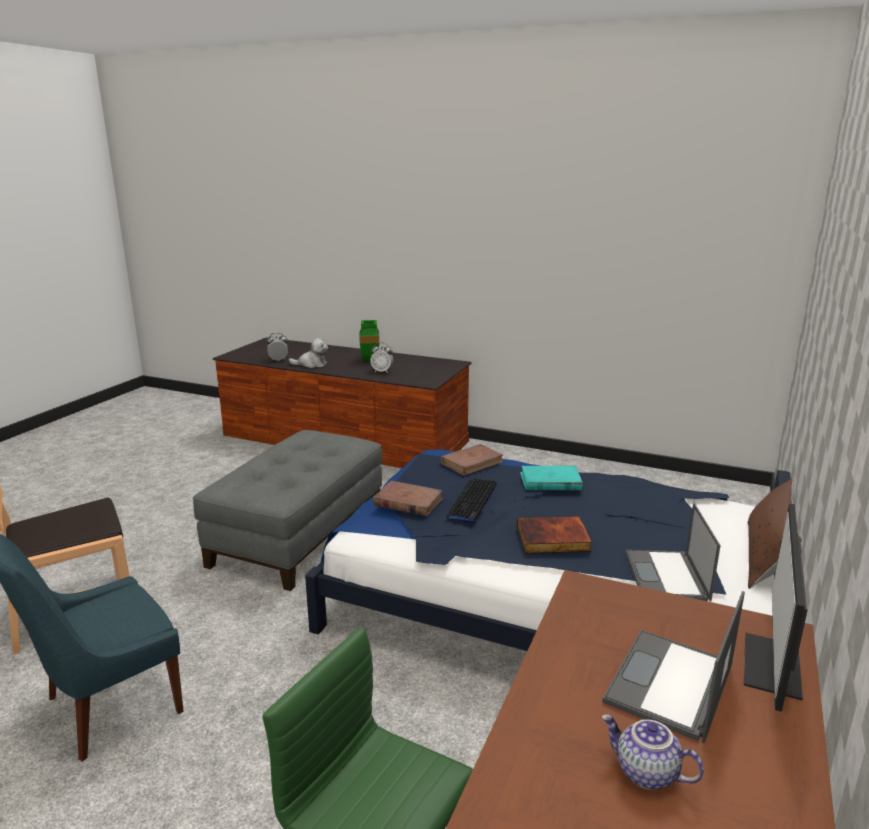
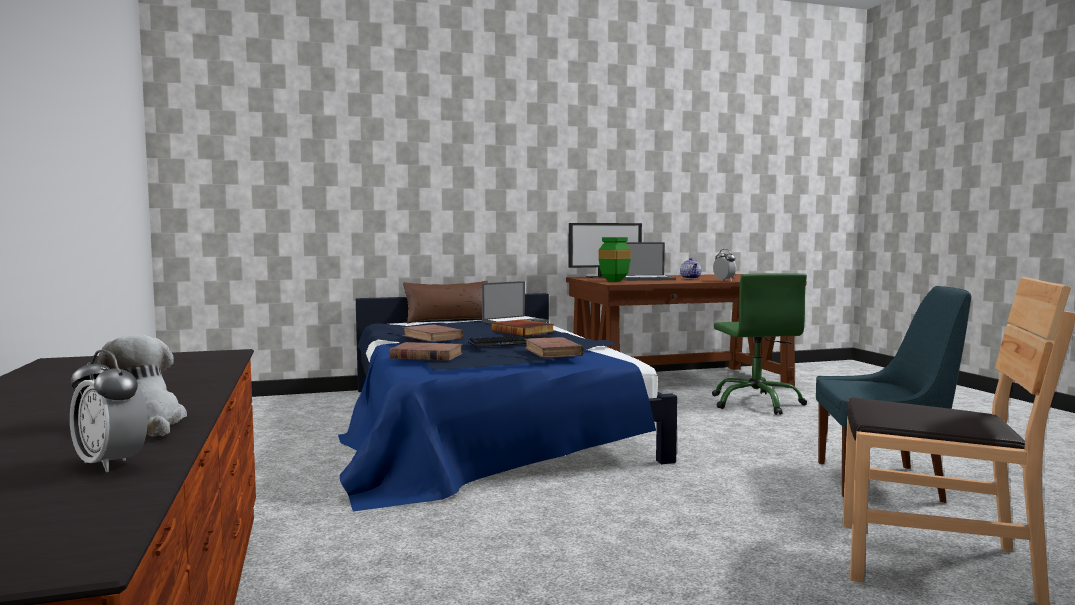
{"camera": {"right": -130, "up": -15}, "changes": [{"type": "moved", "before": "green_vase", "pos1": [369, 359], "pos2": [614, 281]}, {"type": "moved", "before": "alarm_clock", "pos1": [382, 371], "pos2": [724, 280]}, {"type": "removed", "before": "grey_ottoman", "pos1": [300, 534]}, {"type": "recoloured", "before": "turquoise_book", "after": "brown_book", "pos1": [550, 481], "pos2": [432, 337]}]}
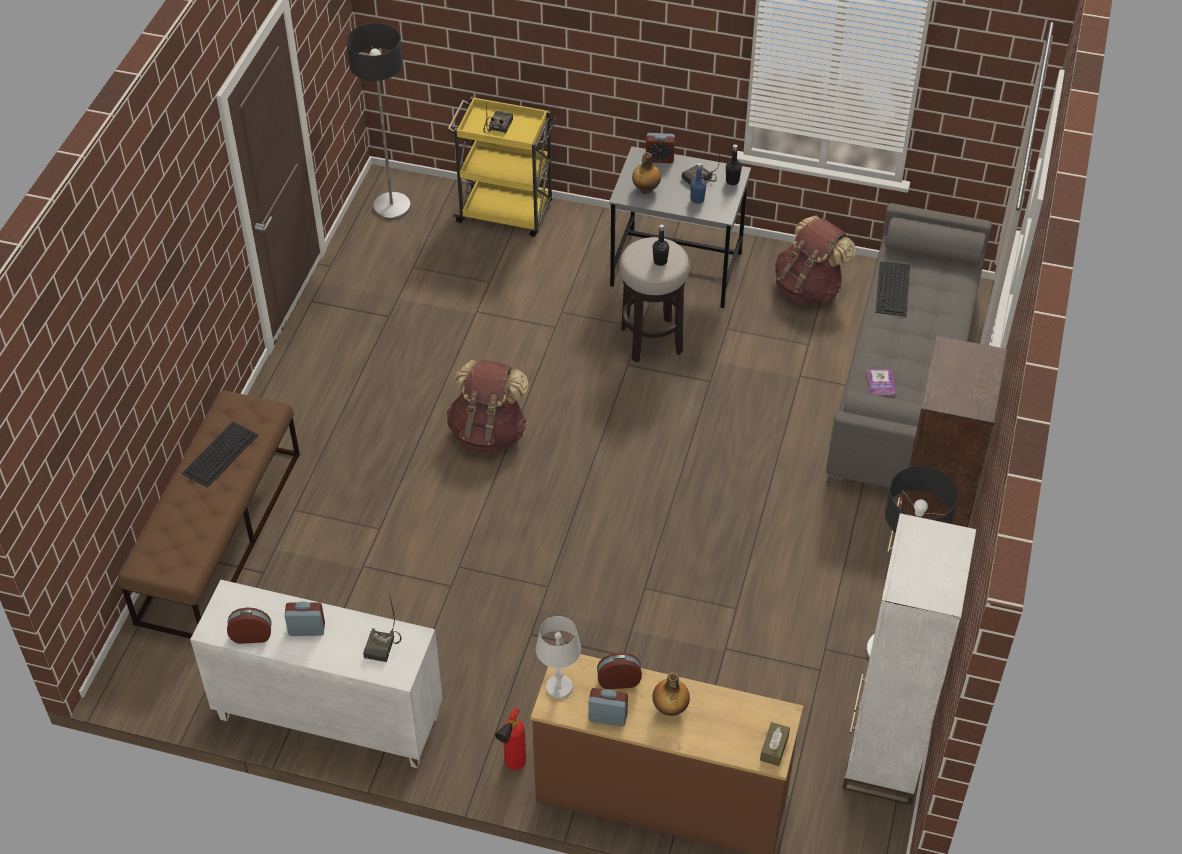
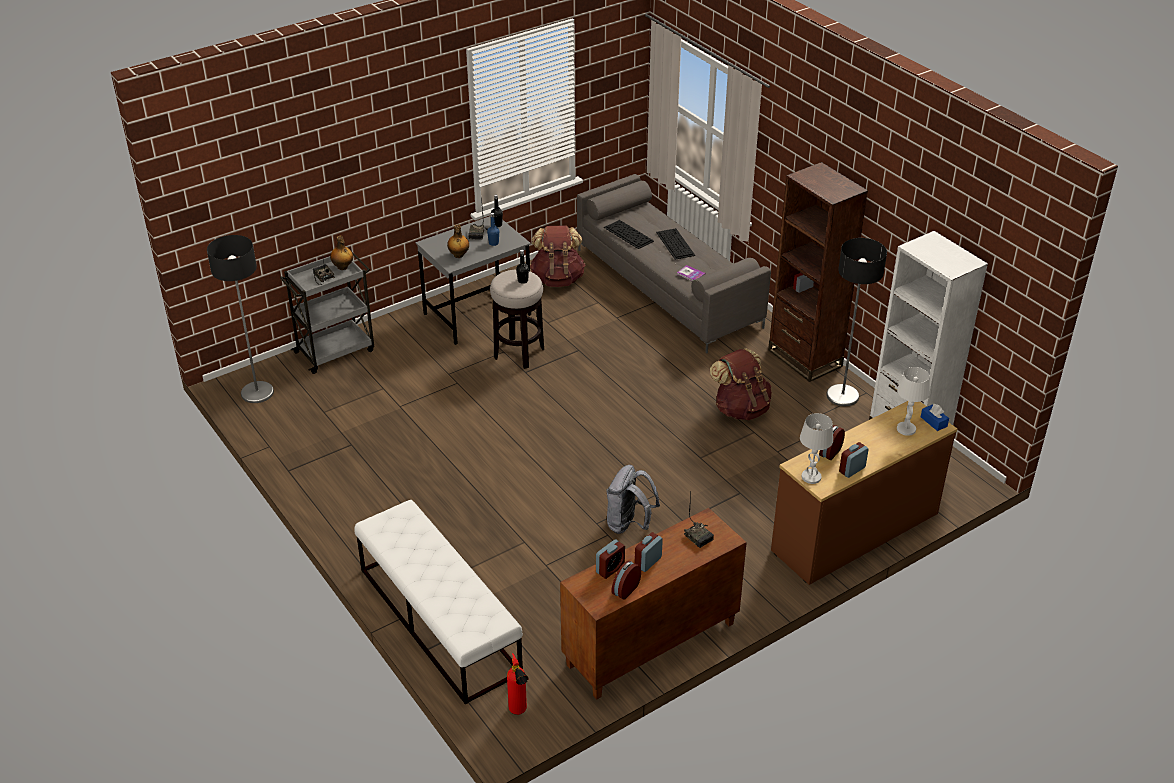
{"camera": {"right": -50, "up": -10}, "changes": [{"type": "recoloured", "before": "yellow_cart", "after": "grey_cart", "pos1": [506, 213], "pos2": [336, 351]}, {"type": "moved", "before": "alarm_clock", "pos1": [659, 158], "pos2": [610, 569]}, {"type": "moved", "before": "brown_backpack", "pos1": [489, 433], "pos2": [740, 408]}, {"type": "recoloured", "before": "brown_bench", "after": "white_bench", "pos1": [220, 536], "pos2": [438, 620]}, {"type": "moved", "before": "keyboard", "pos1": [220, 453], "pos2": [675, 243]}, {"type": "recoloured", "before": "white_cabinet", "after": "brown_cabinet", "pos1": [327, 718], "pos2": [650, 645]}, {"type": "moved", "before": "bottle", "pos1": [670, 708], "pos2": [343, 267]}, {"type": "moved", "before": "fire_extinguisher", "pos1": [513, 766], "pos2": [519, 712]}, {"type": "recoloured", "before": "brown_tissue_box", "after": "blue_tissue_box", "pos1": [774, 748], "pos2": [933, 422]}, {"type": "added", "after": "white_table_lamp", "pos2": [906, 429]}, {"type": "added", "after": "grey_backpack", "pos2": [629, 524]}]}
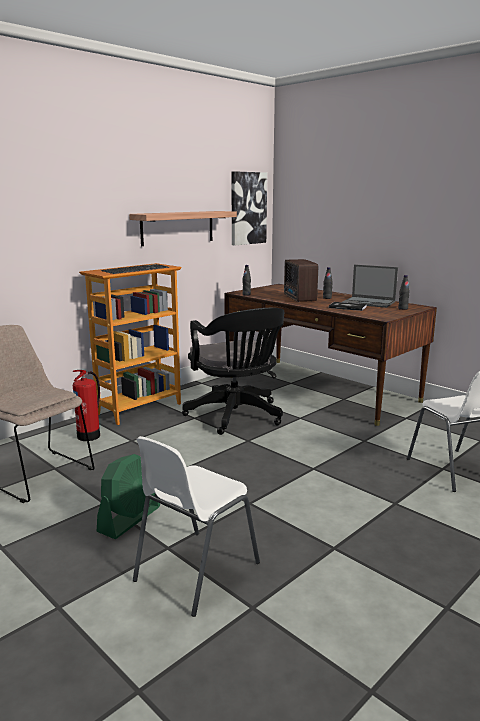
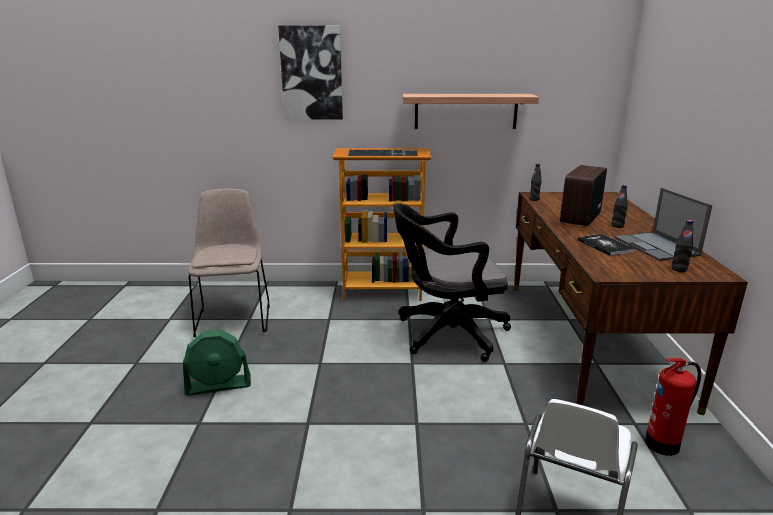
{"camera": {"right": 45, "up": 5}, "changes": [{"type": "moved", "before": "picture", "pos1": [247, 208], "pos2": [311, 73]}, {"type": "turned", "before": "black_office_chair", "pos1": [237, 416], "pos2": [446, 334], "turn": 60}, {"type": "moved", "before": "fire_extinguisher", "pos1": [90, 435], "pos2": [664, 444]}, {"type": "removed", "before": "white_chair", "pos1": [195, 572]}]}
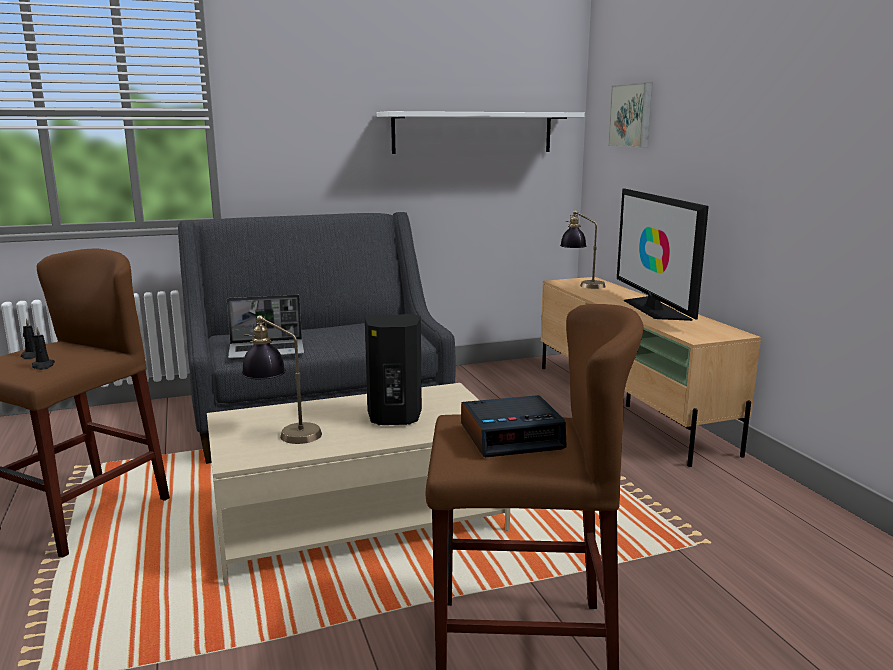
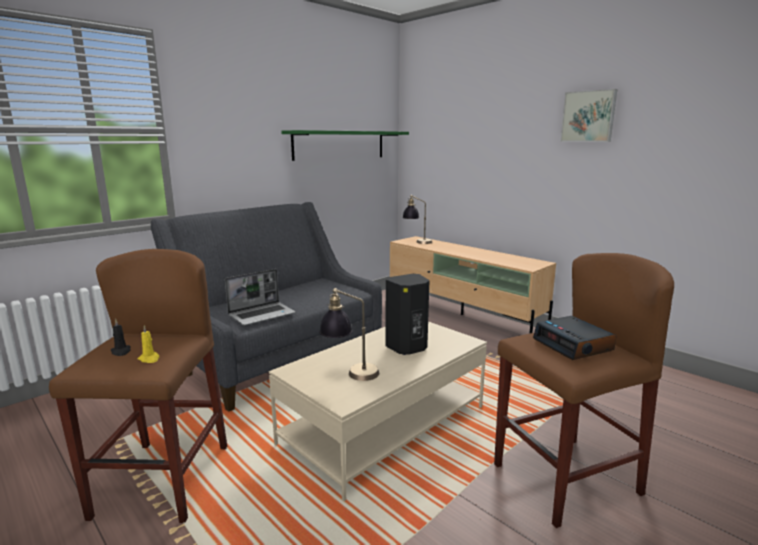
{"camera": {"right": -25, "up": 0}, "changes": [{"type": "moved", "before": "picture", "pos1": [632, 115], "pos2": [588, 116]}, {"type": "recoloured", "before": "white_shelf", "after": "green_shelf", "pos1": [473, 132], "pos2": [340, 145]}, {"type": "removed", "before": "television", "pos1": [654, 309]}, {"type": "recoloured", "before": "black_candle", "after": "yellow_candle", "pos1": [43, 366], "pos2": [149, 359]}, {"type": "turned", "before": "alarm_clock", "pos1": [512, 436], "pos2": [573, 345], "turn": 105}]}
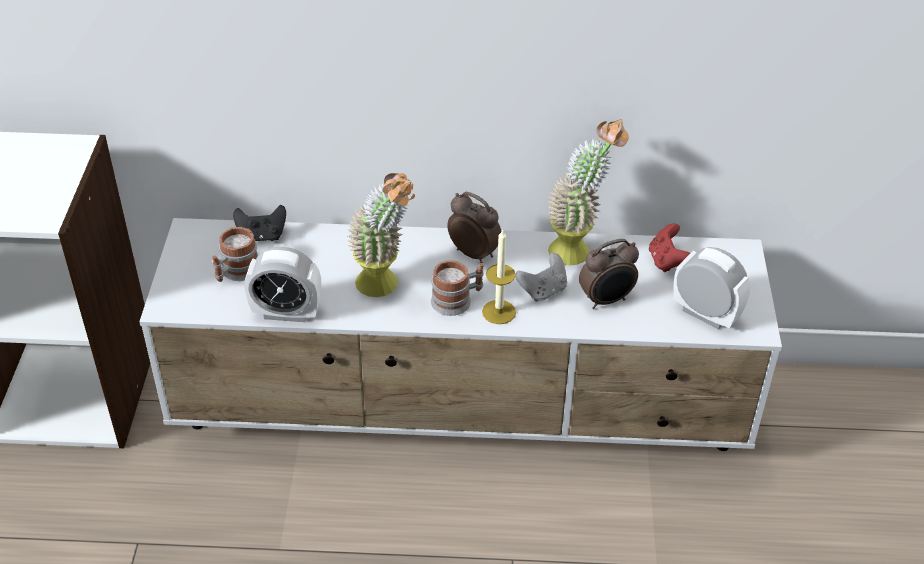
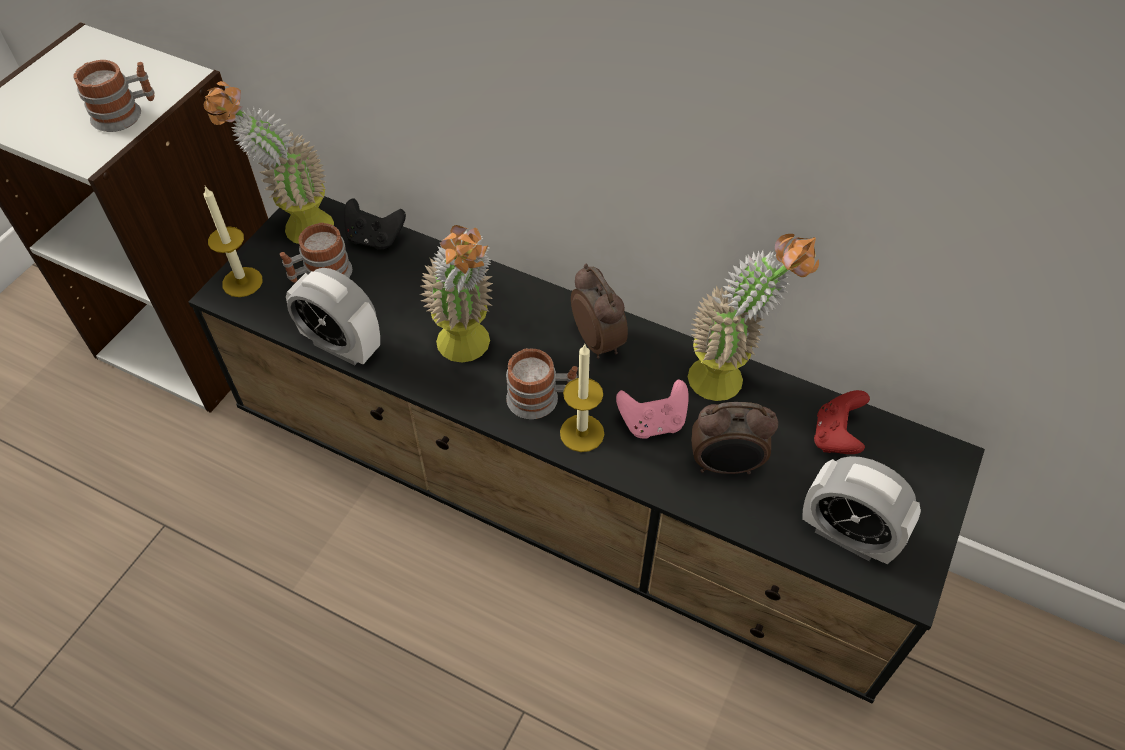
{"camera": {"right": 25, "up": 10}, "changes": [{"type": "recoloured", "before": "white_tv_stand", "after": "black_tv_stand", "pos1": [463, 412], "pos2": [566, 502]}, {"type": "turned", "before": "alarm_clock", "pos1": [705, 314], "pos2": [847, 535], "turn": 150}, {"type": "recoloured", "before": "grey_game_controller", "after": "pink_game_controller", "pos1": [543, 290], "pos2": [653, 422]}, {"type": "added", "after": "mug", "pos2": [125, 114]}, {"type": "added", "after": "potted_plant", "pos2": [296, 230]}, {"type": "added", "after": "candle", "pos2": [242, 282]}]}
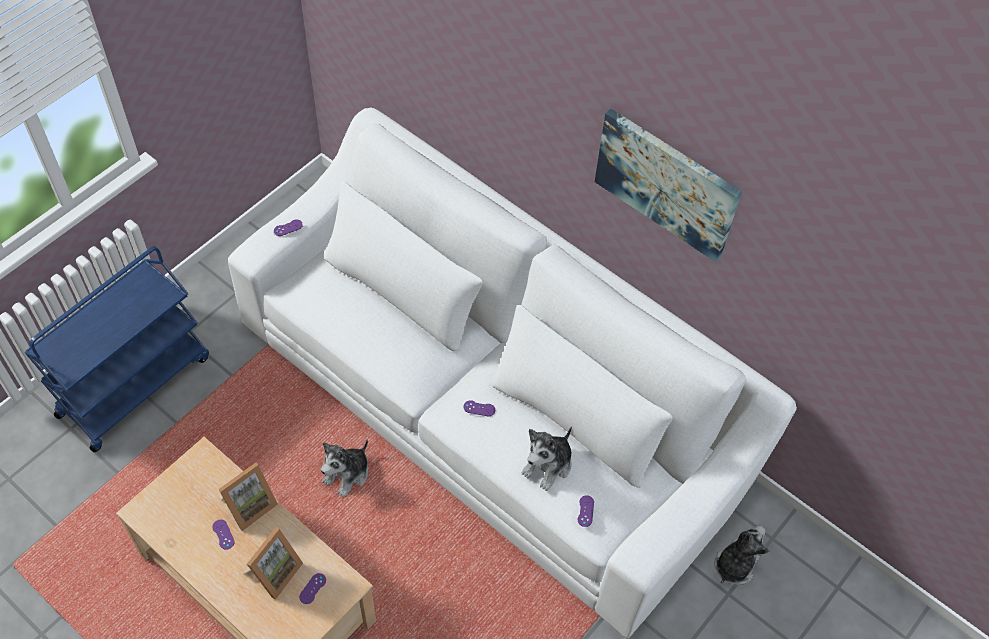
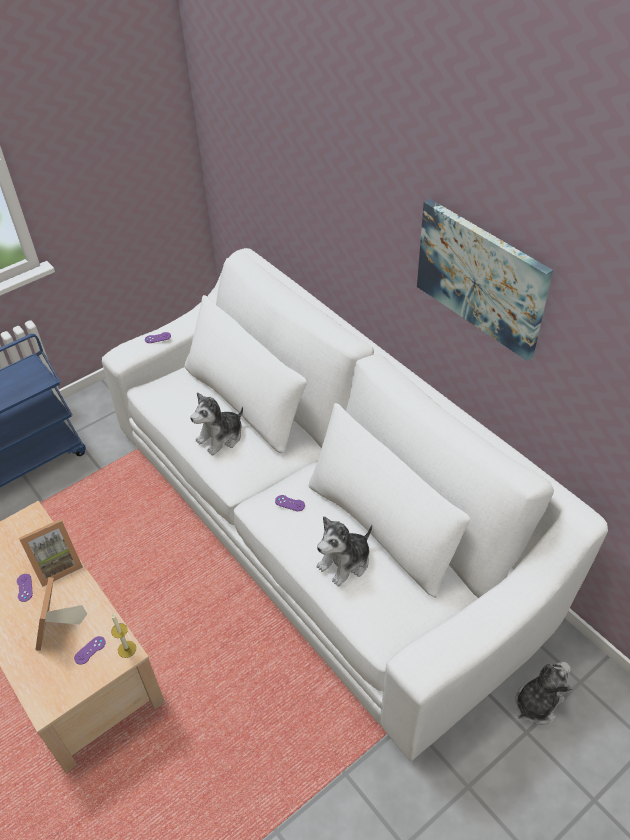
{"camera": {"right": 15, "up": -10}, "changes": [{"type": "moved", "before": "plush_toy", "pos1": [347, 474], "pos2": [221, 437]}, {"type": "removed", "before": "purple_game_controller", "pos1": [585, 511]}, {"type": "turned", "before": "picture_frame", "pos1": [274, 572], "pos2": [59, 629], "turn": 135}, {"type": "added", "after": "candle", "pos2": [127, 649]}]}
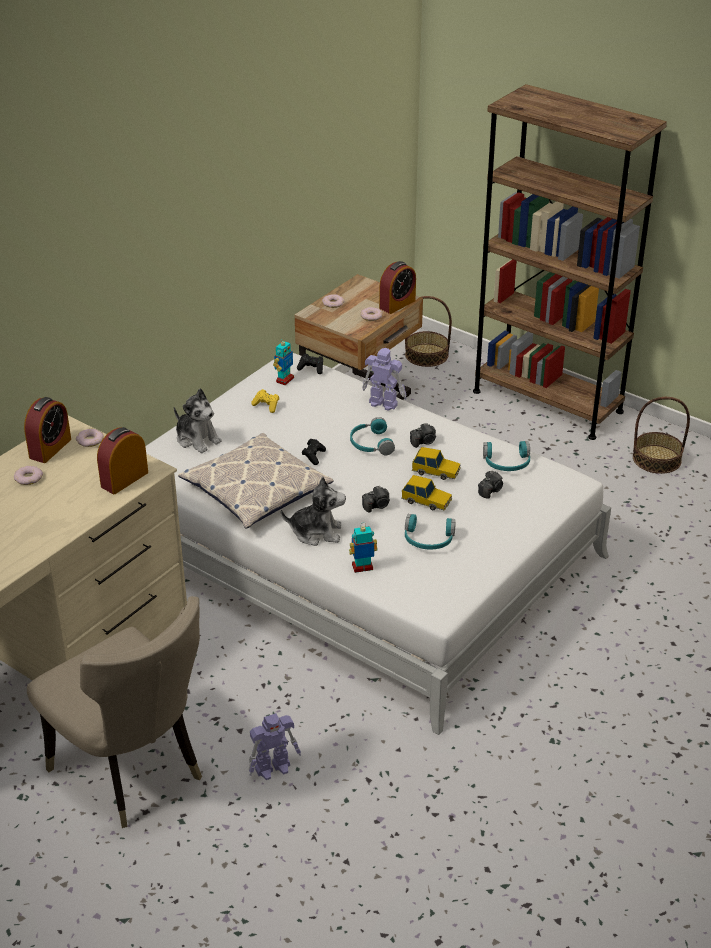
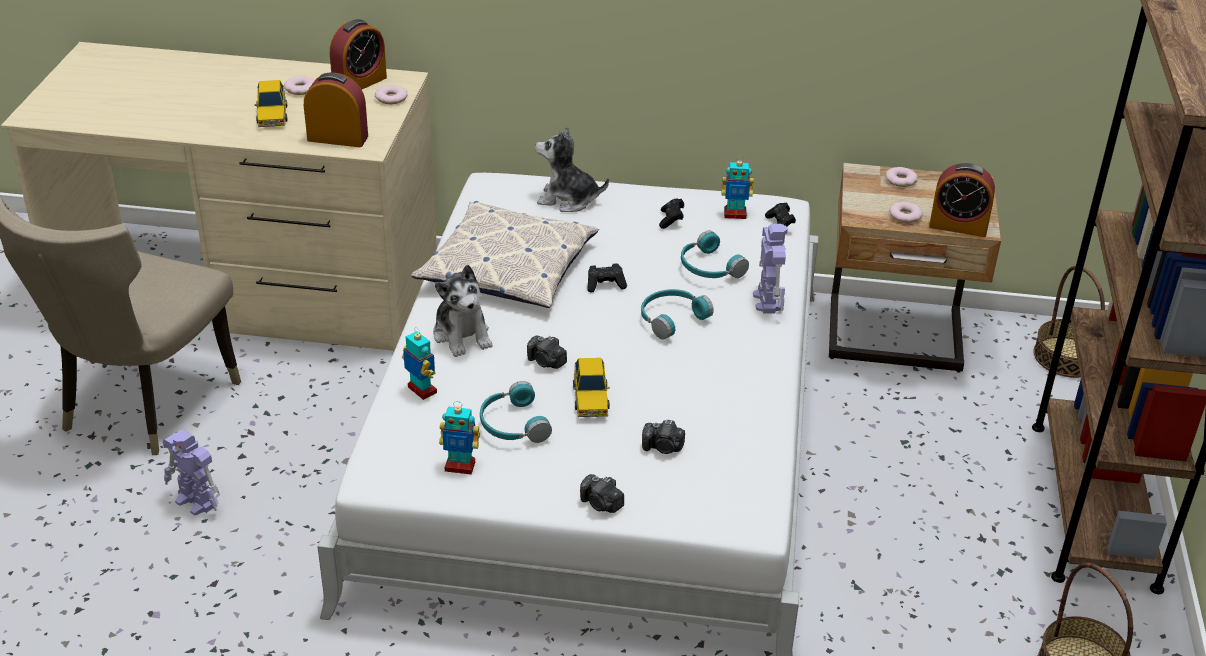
{"camera": {"right": 60, "up": 0}, "changes": [{"type": "turned", "before": "plush_toy", "pos1": [197, 439], "pos2": [568, 200], "turn": 90}, {"type": "recoloured", "before": "yellow_game_controller", "after": "black_game_controller", "pos1": [266, 406], "pos2": [671, 220]}, {"type": "turned", "before": "alarm_clock", "pos1": [50, 448], "pos2": [359, 83], "turn": -45}, {"type": "moved", "before": "photo_camera", "pos1": [424, 442], "pos2": [601, 504]}, {"type": "moved", "before": "turquoise_headphones", "pos1": [507, 463], "pos2": [708, 268]}, {"type": "moved", "before": "toy_car", "pos1": [436, 471], "pos2": [272, 115]}, {"type": "added", "after": "toy_robot", "pos2": [460, 466]}]}
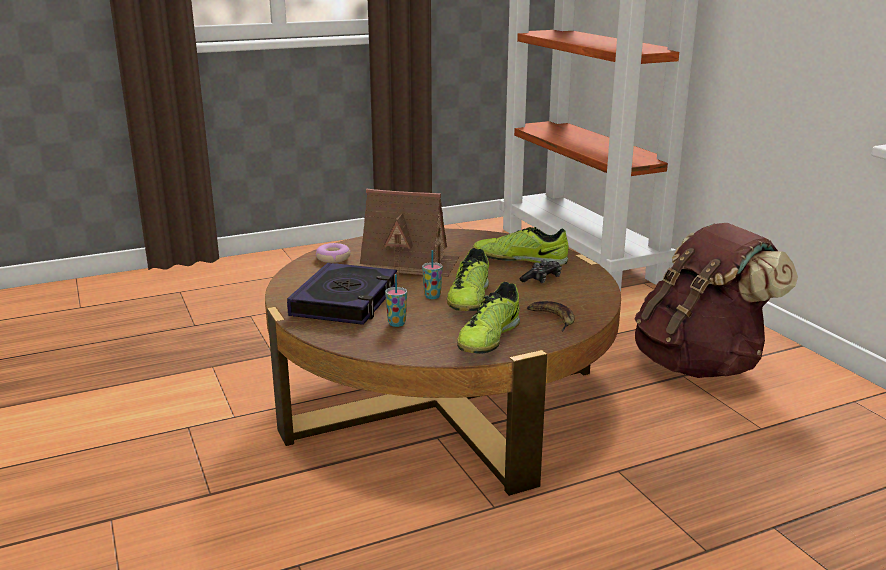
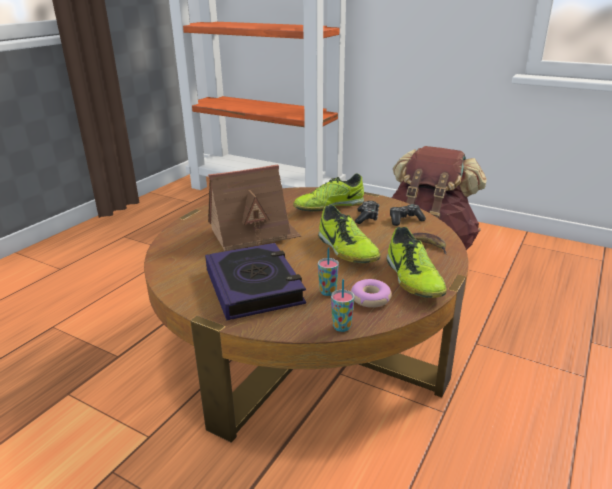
{"camera": {"right": -35, "up": 5}, "changes": [{"type": "moved", "before": "donut", "pos1": [333, 258], "pos2": [370, 298]}, {"type": "moved", "before": "cup", "pos1": [432, 296], "pos2": [341, 327]}, {"type": "added", "after": "game_controller", "pos2": [405, 220]}]}
